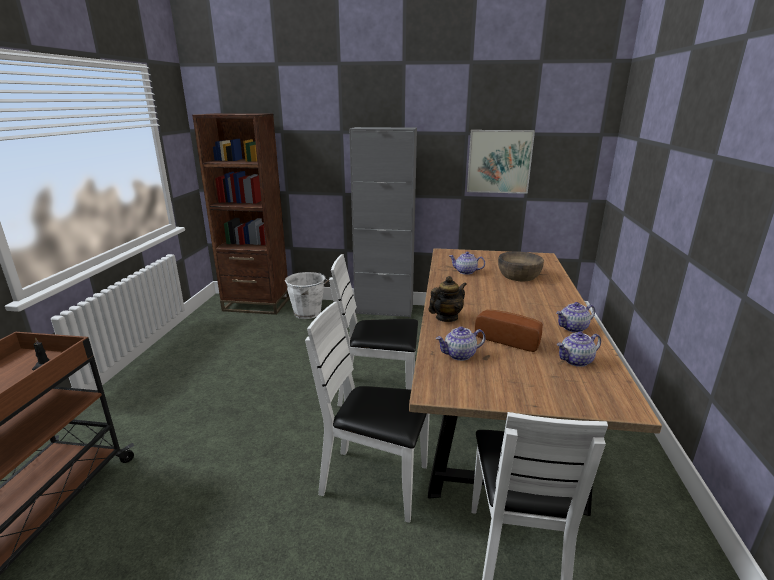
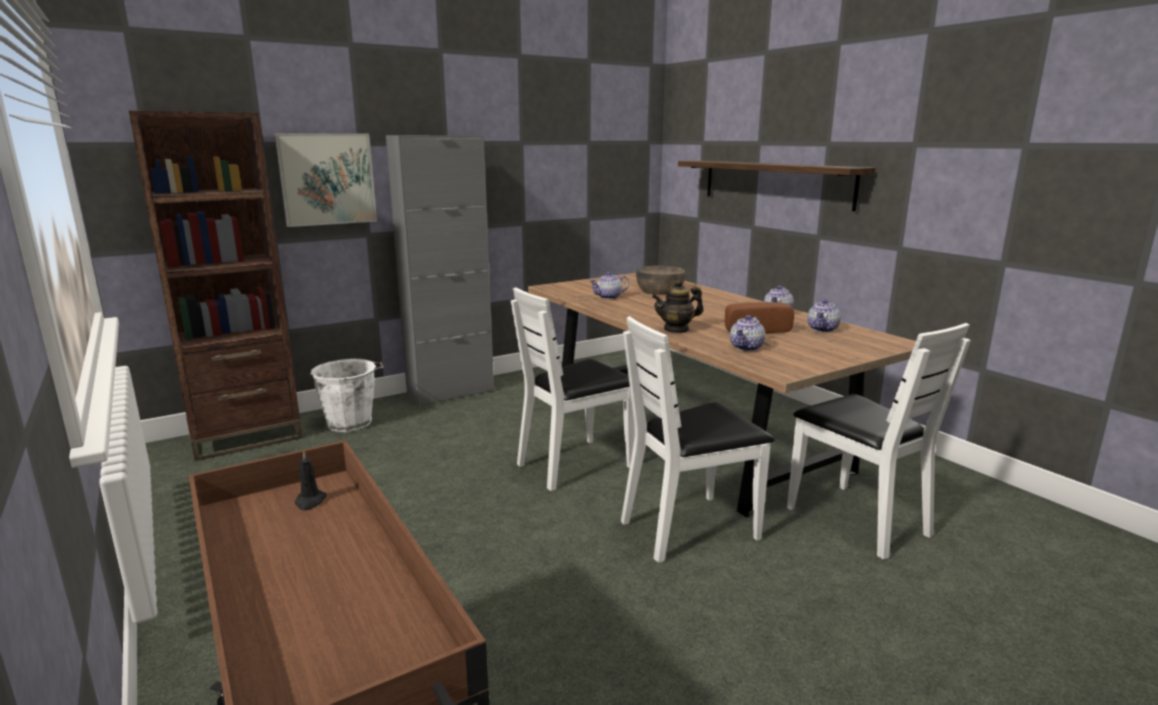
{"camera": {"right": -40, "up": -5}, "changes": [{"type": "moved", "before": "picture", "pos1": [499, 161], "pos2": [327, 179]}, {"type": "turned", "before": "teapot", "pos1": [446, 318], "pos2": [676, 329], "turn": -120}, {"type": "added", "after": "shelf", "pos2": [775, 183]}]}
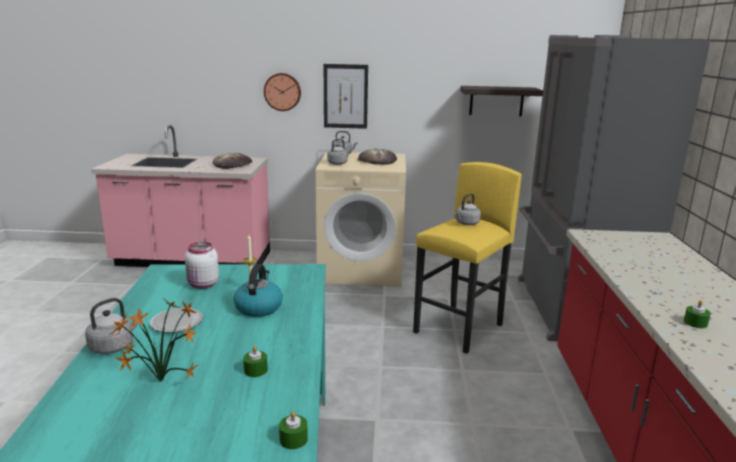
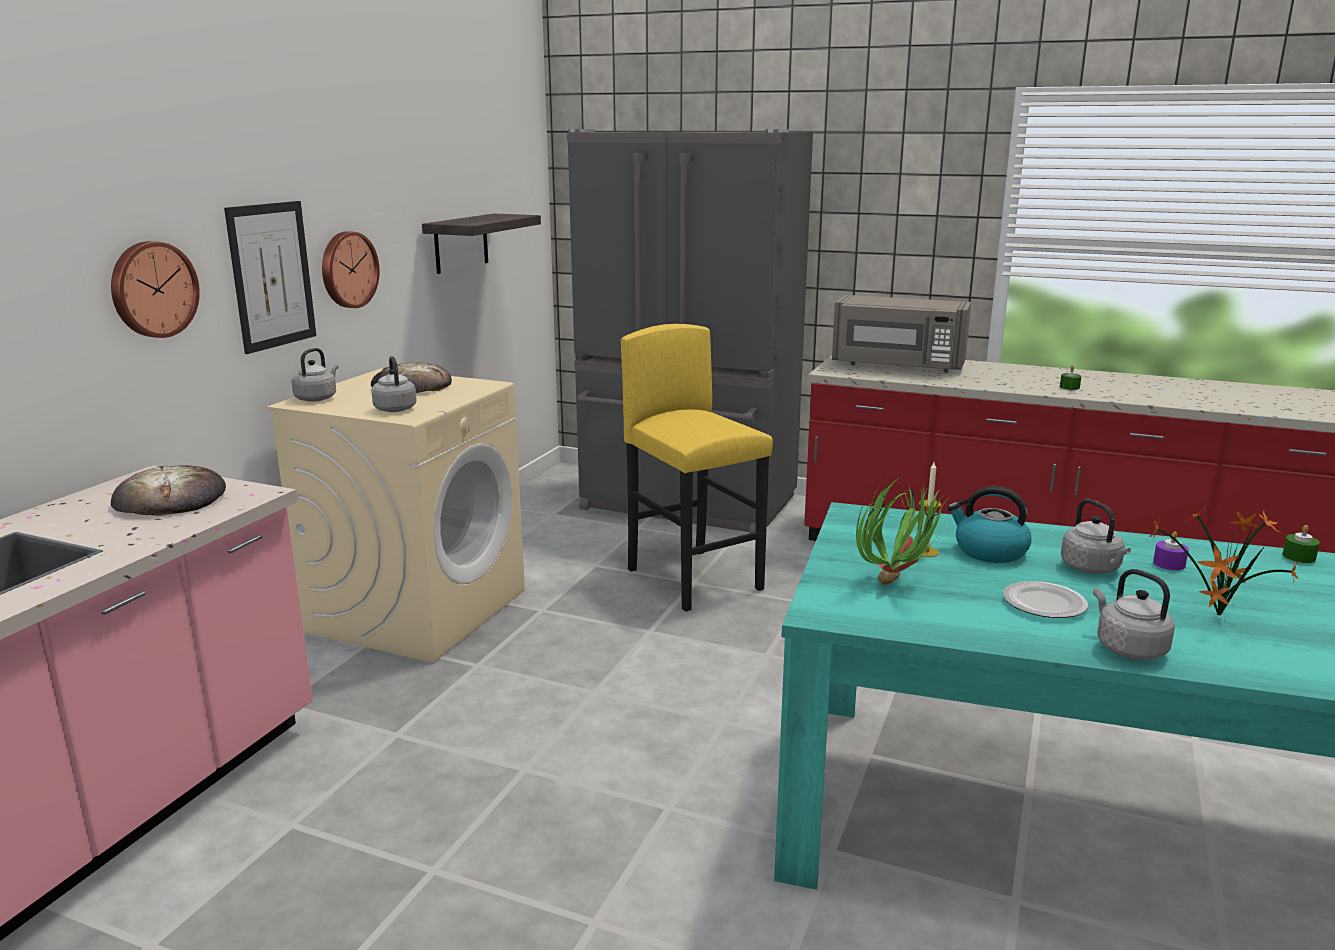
{"camera": {"right": -70, "up": 0}, "changes": [{"type": "moved", "before": "grey_kettle", "pos1": [466, 223], "pos2": [1092, 569]}, {"type": "replaced", "before": "white_jar", "after": "potted_plant", "pos1": [203, 285], "pos2": [899, 583]}, {"type": "recoloured", "before": "green_candle", "after": "purple_candle", "pos1": [255, 370], "pos2": [1169, 564]}, {"type": "added", "after": "wall_clock", "pos2": [347, 269]}, {"type": "added", "after": "grey_microwave", "pos2": [897, 365]}]}
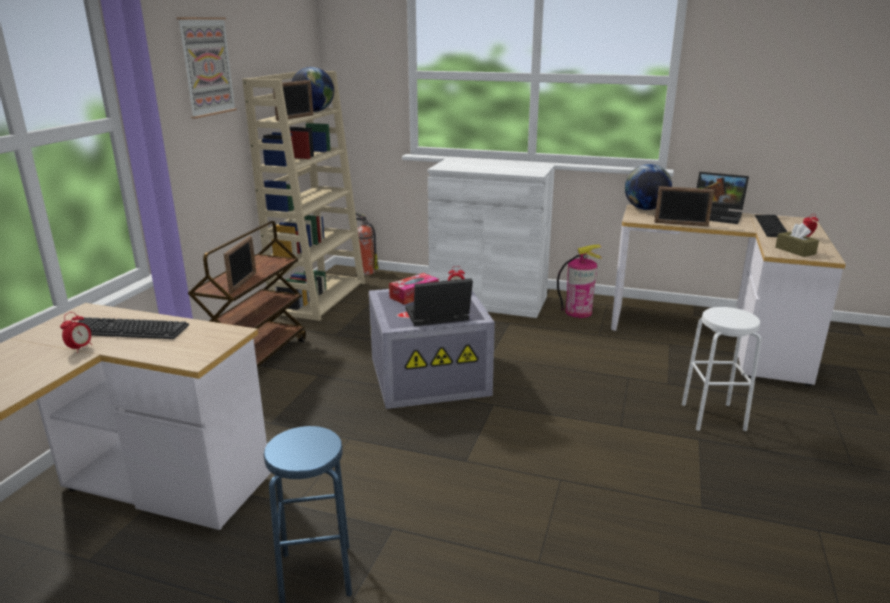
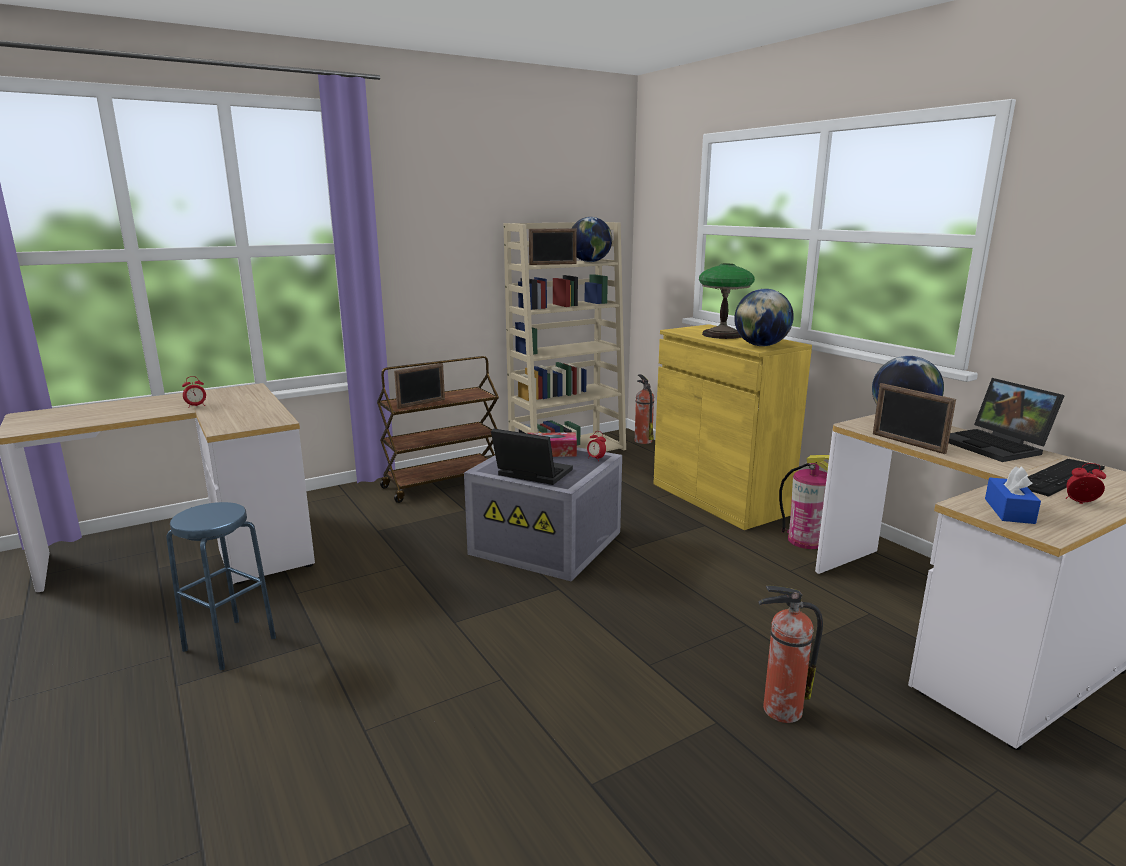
{"camera": {"right": 40, "up": -5}, "changes": [{"type": "removed", "before": "picture", "pos1": [206, 67]}, {"type": "recoloured", "before": "white_cabinet", "after": "yellow_cabinet", "pos1": [488, 300], "pos2": [719, 498]}, {"type": "recoloured", "before": "brown_tissue_box", "after": "blue_tissue_box", "pos1": [795, 250], "pos2": [1009, 511]}, {"type": "replaced", "before": "white_stool", "after": "fire_extinguisher", "pos1": [713, 417], "pos2": [780, 710]}, {"type": "removed", "before": "keyboard", "pos1": [128, 330]}, {"type": "added", "after": "table_lamp", "pos2": [722, 335]}, {"type": "added", "after": "globe", "pos2": [761, 345]}]}
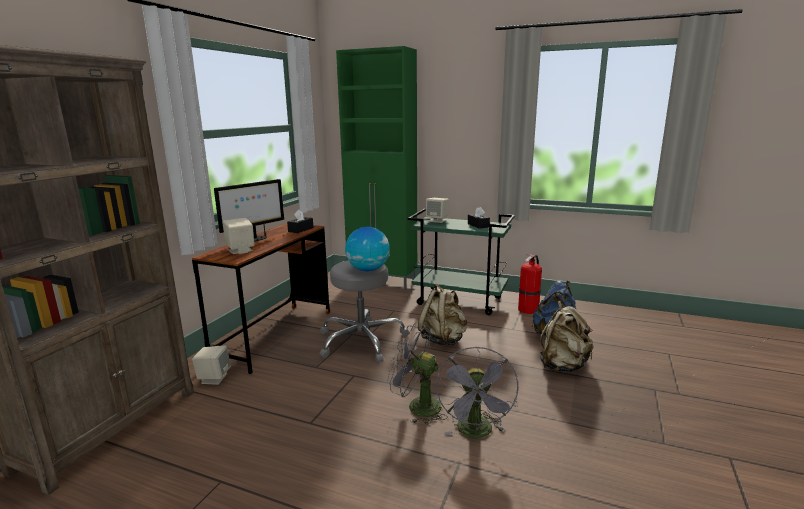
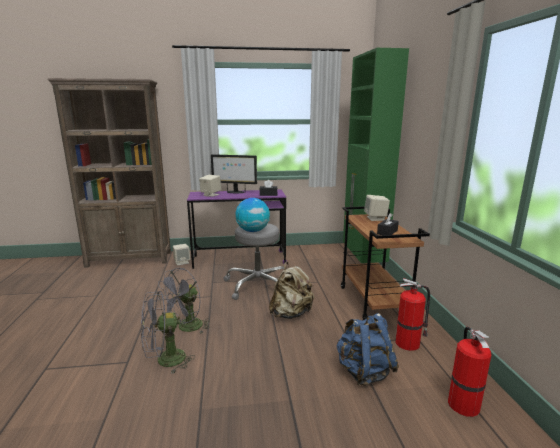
{"camera": {"right": 60, "up": 0}, "changes": [{"type": "recoloured", "before": "green_cart", "after": "brown_cart", "pos1": [460, 301], "pos2": [374, 303]}, {"type": "recoloured", "before": "brown_desk", "after": "purple_desk", "pos1": [275, 336], "pos2": [239, 259]}, {"type": "removed", "before": "beige_backpack", "pos1": [563, 366]}, {"type": "turned", "before": "grey_fan", "pos1": [417, 406], "pos2": [186, 328], "turn": -135}, {"type": "added", "after": "fire_extinguisher", "pos2": [462, 403]}]}
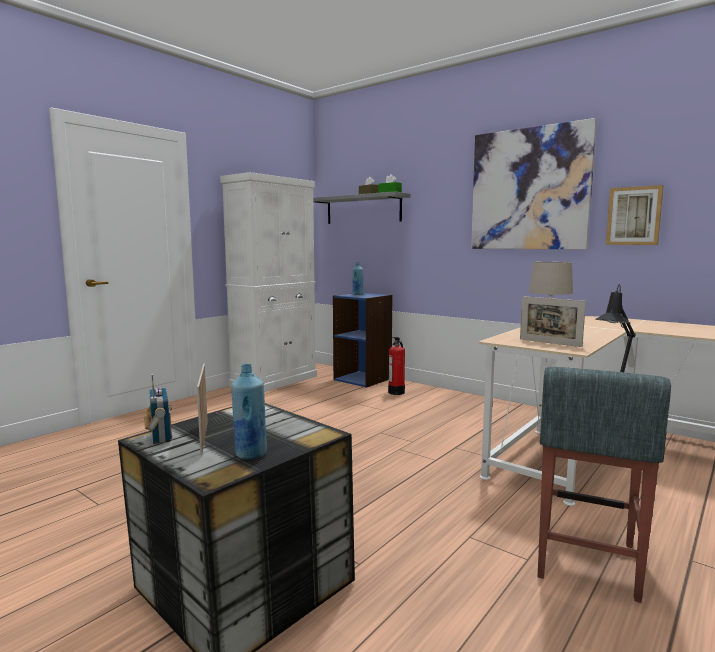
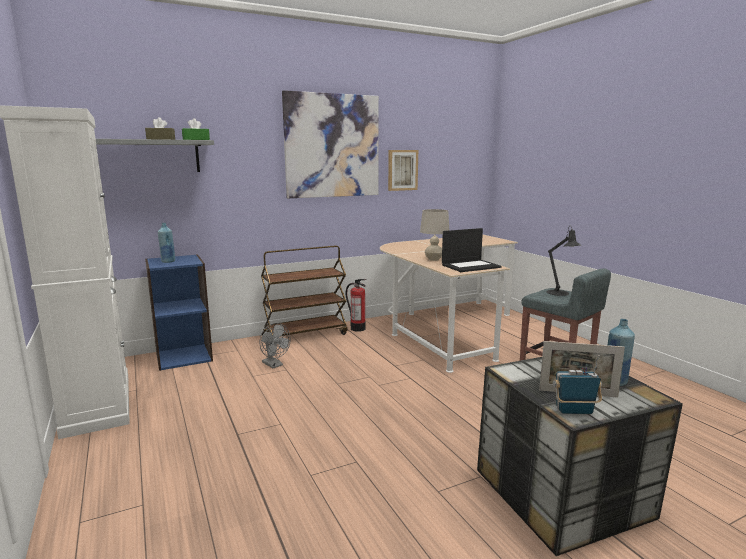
{"camera": {"right": -65, "up": 5}, "changes": [{"type": "replaced", "before": "picture_frame", "after": "laptop", "pos1": [550, 343], "pos2": [471, 266]}, {"type": "moved", "before": "fire_extinguisher", "pos1": [396, 392], "pos2": [358, 328]}, {"type": "added", "after": "brown_cart", "pos2": [305, 335]}, {"type": "added", "after": "grey_fan", "pos2": [274, 365]}]}
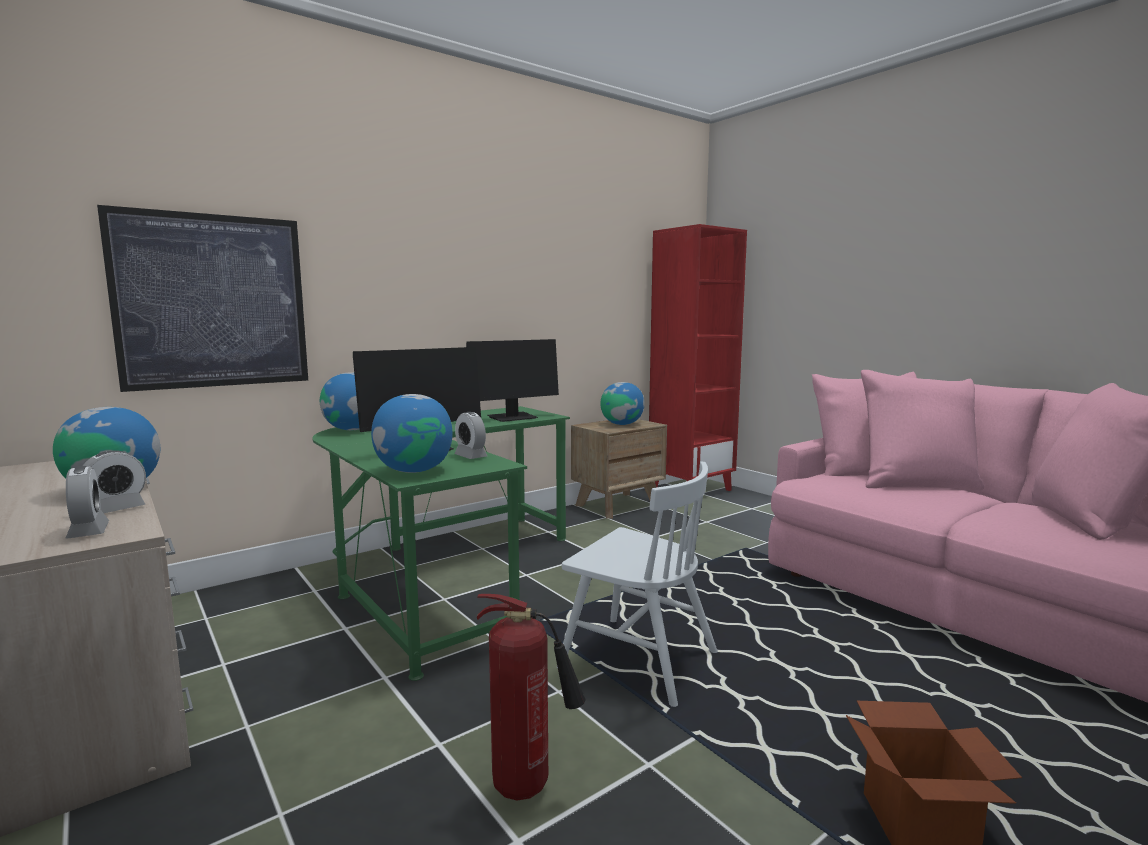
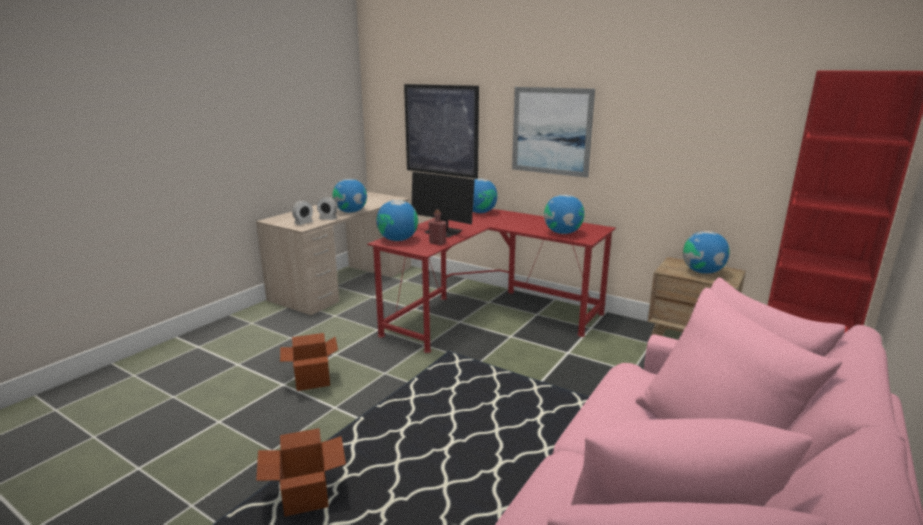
{"camera": {"right": 70, "up": 10}, "changes": [{"type": "replaced", "before": "monitor", "after": "globe", "pos1": [512, 418], "pos2": [562, 233]}, {"type": "recoloured", "before": "green_desk", "after": "red_desk", "pos1": [443, 575], "pos2": [488, 313]}, {"type": "replaced", "before": "alarm_clock", "after": "red_bottle", "pos1": [470, 456], "pos2": [437, 243]}, {"type": "removed", "before": "white_chair", "pos1": [638, 659]}, {"type": "replaced", "before": "fire_extinguisher", "after": "cardboard_box", "pos1": [528, 787], "pos2": [312, 380]}, {"type": "added", "after": "picture", "pos2": [551, 131]}]}
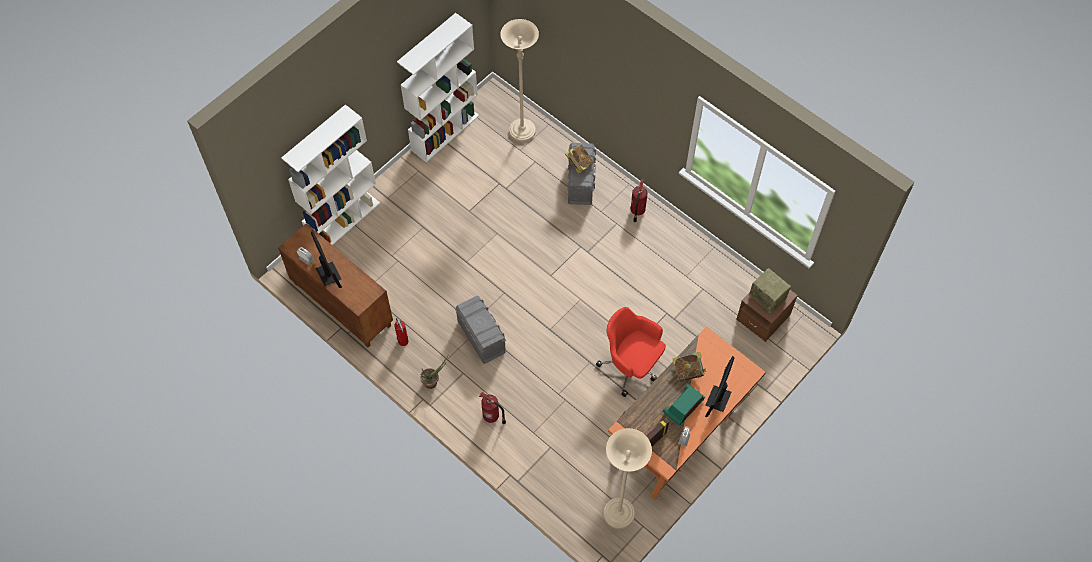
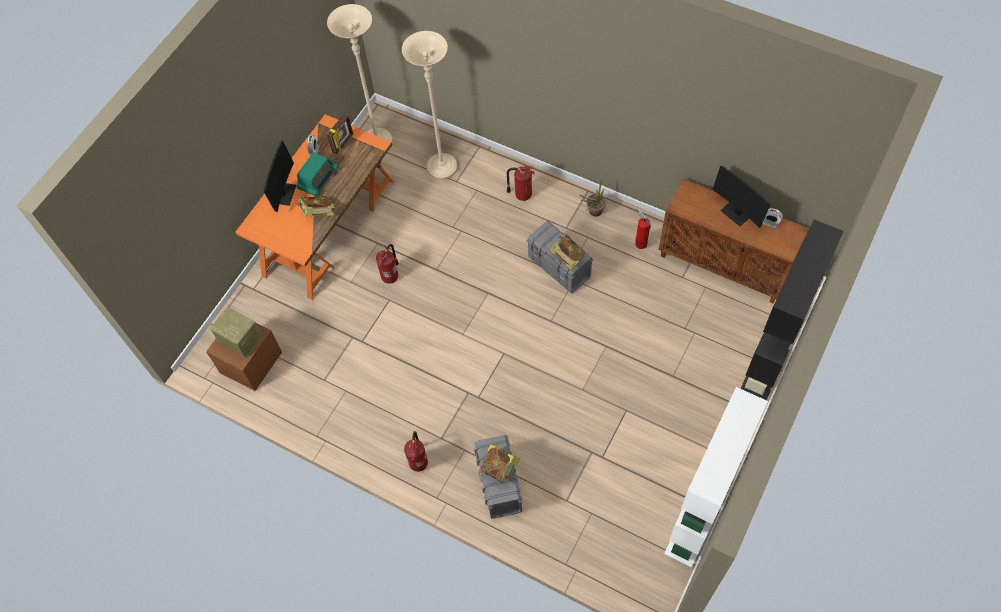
{"camera": {"right": 170, "up": 0}, "changes": [{"type": "moved", "before": "beige_floor_lamp", "pos1": [522, 131], "pos2": [442, 167]}, {"type": "recoloured", "before": "white_bookcase", "after": "black_bookcase", "pos1": [344, 221], "pos2": [769, 360]}, {"type": "replaced", "before": "red_office_chair", "after": "fire_extinguisher", "pos1": [631, 366], "pos2": [390, 276]}, {"type": "added", "after": "book", "pos2": [567, 257]}]}
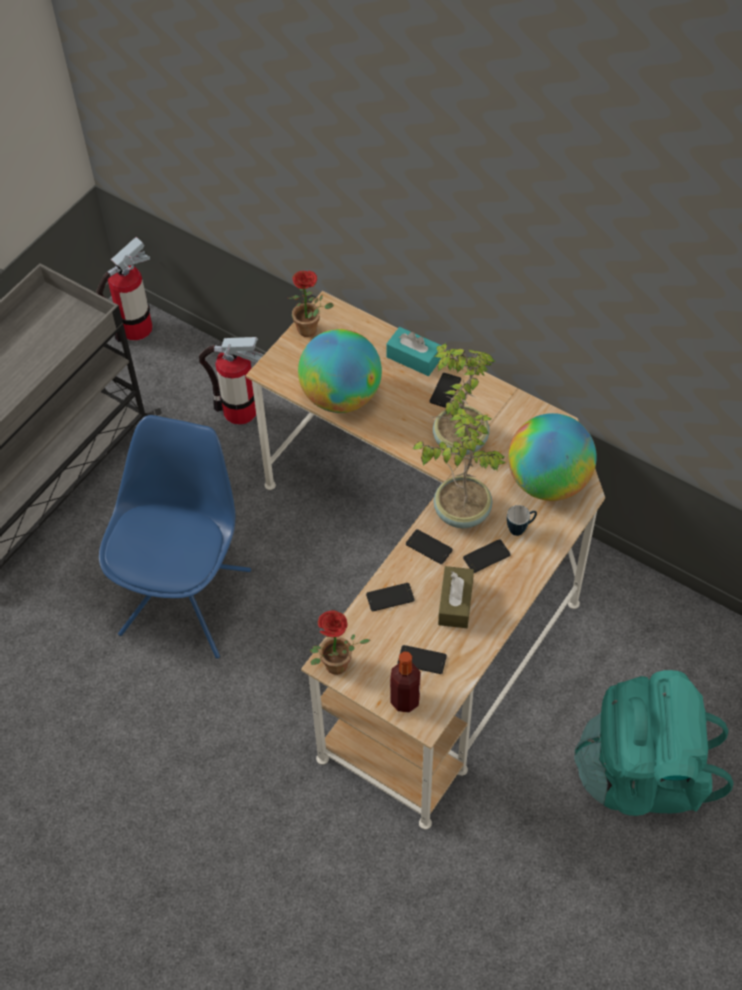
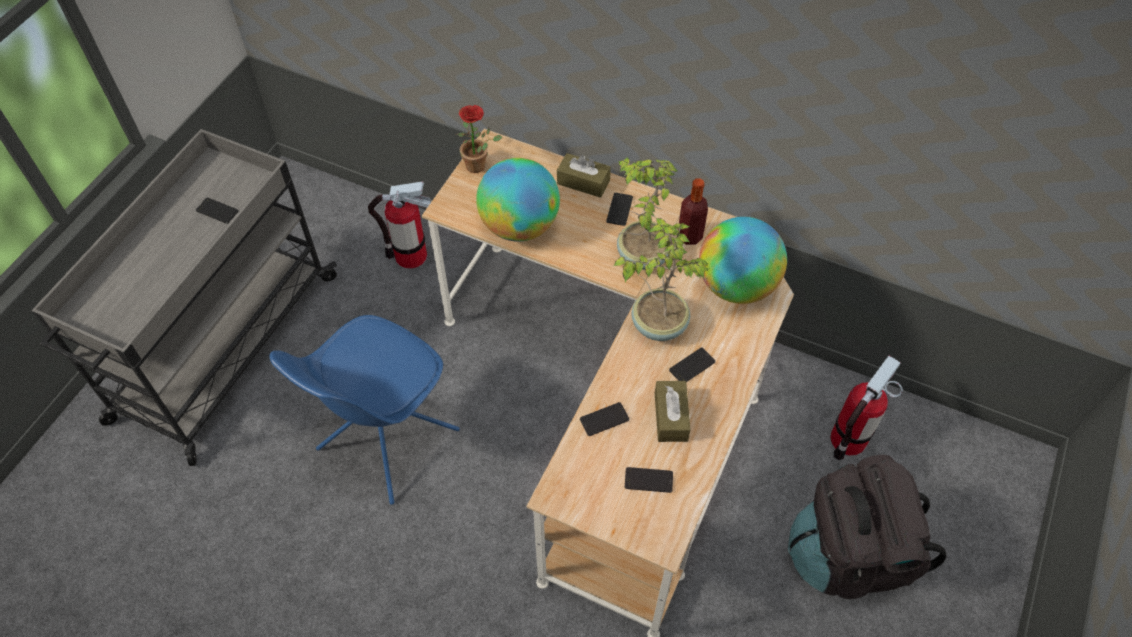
{"camera": {"right": -10, "up": 0}, "changes": [{"type": "moved", "before": "fire_extinguisher", "pos1": [136, 328], "pos2": [848, 440]}, {"type": "recoloured", "before": "turquoise_tissue_box", "after": "brown_tissue_box", "pos1": [413, 358], "pos2": [583, 182]}, {"type": "turned", "before": "blue_chair", "pos1": [187, 599], "pos2": [386, 441], "turn": -150}, {"type": "removed", "before": "mug", "pos1": [520, 529]}, {"type": "moved", "before": "phone", "pos1": [429, 547], "pos2": [217, 211]}, {"type": "removed", "before": "potted_plant", "pos1": [335, 669]}, {"type": "moved", "before": "bottle", "pos1": [405, 700], "pos2": [689, 236]}, {"type": "recoloured", "before": "turquoise_backpack", "after": "black_backpack", "pos1": [642, 774], "pos2": [850, 555]}]}
